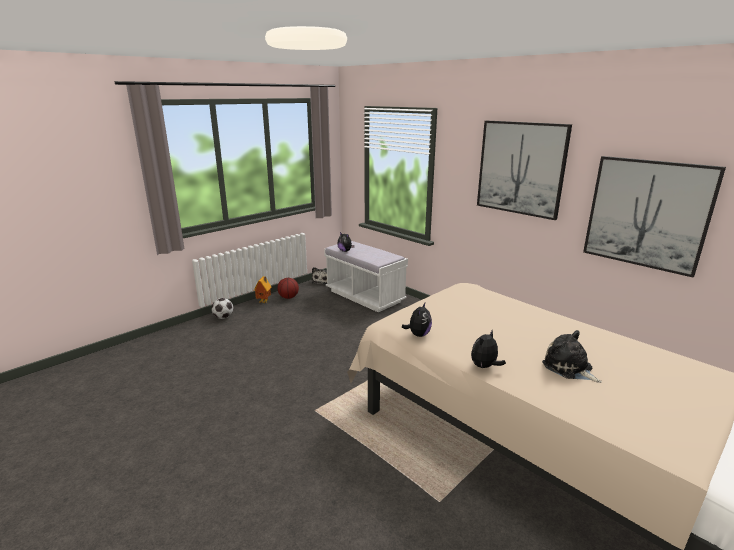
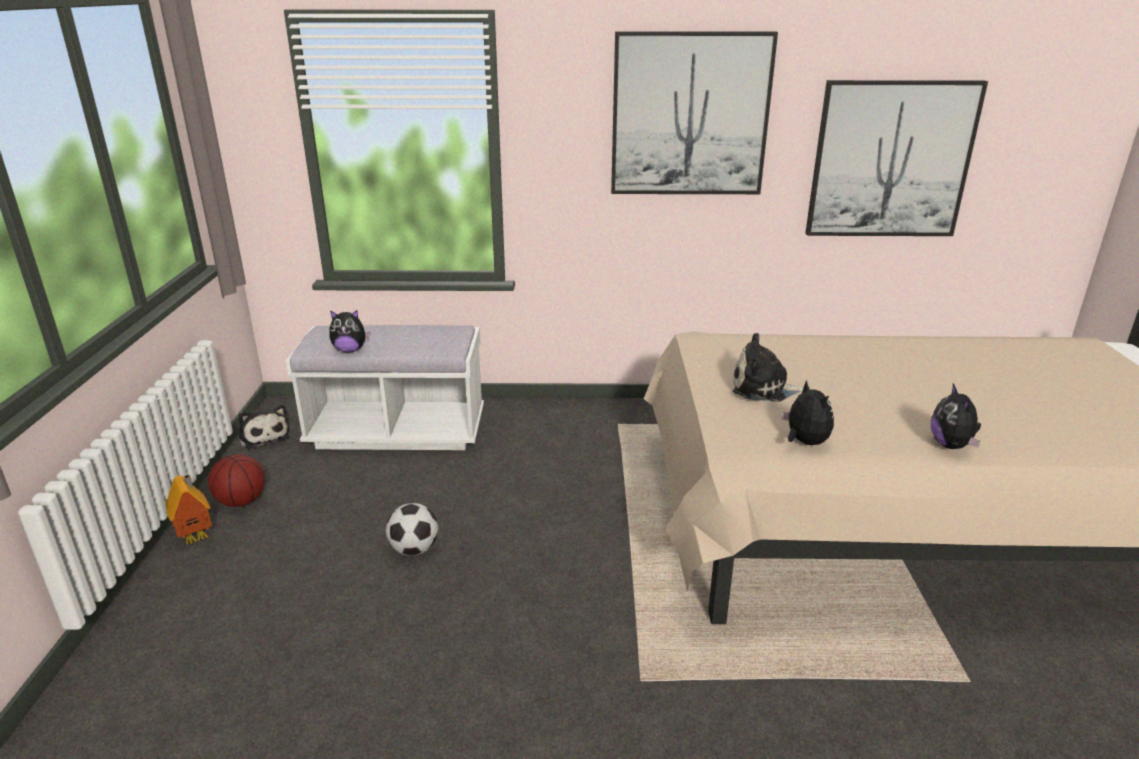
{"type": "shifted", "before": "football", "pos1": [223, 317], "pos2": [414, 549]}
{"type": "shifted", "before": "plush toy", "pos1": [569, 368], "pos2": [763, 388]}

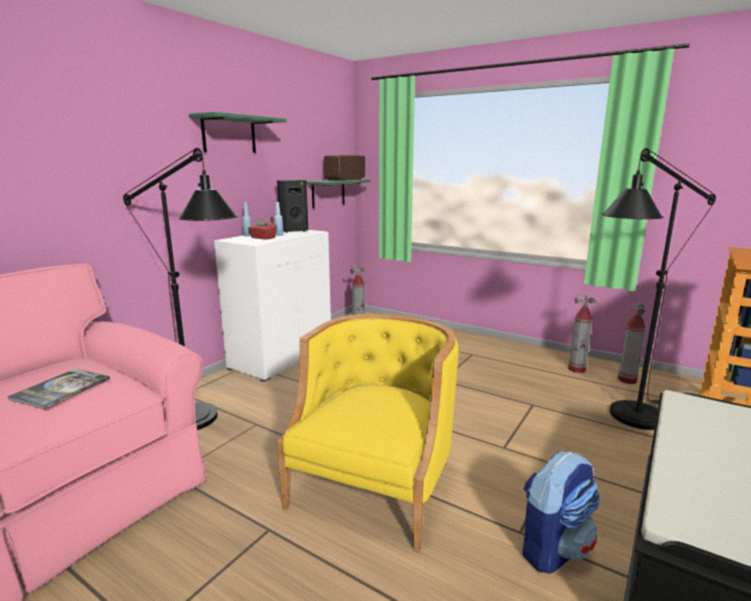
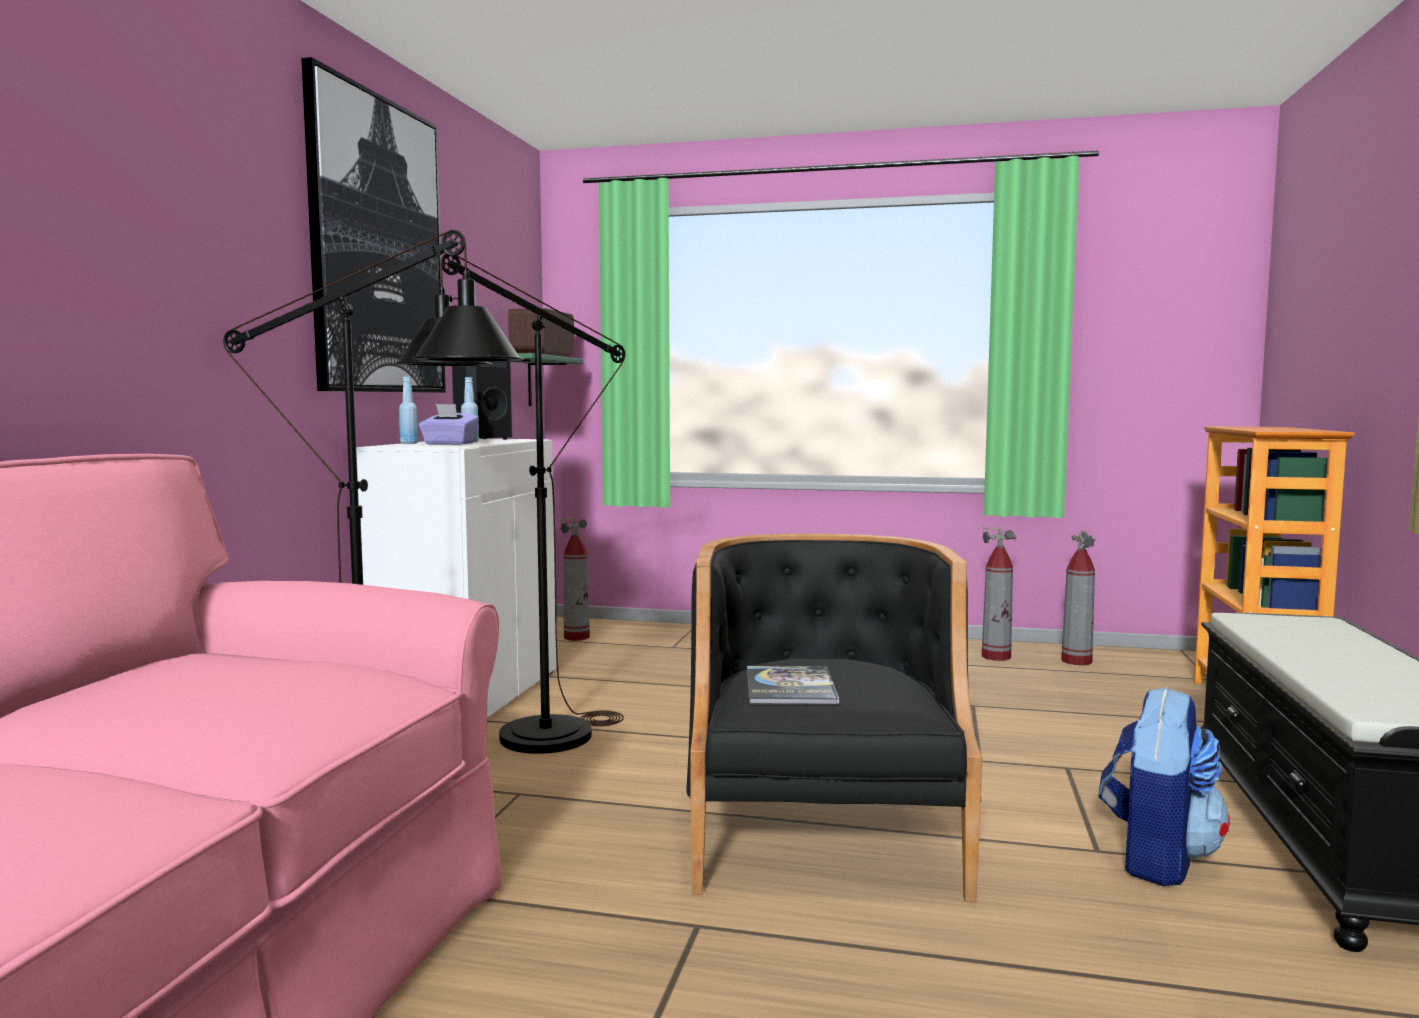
{"type": "shifted", "before": "book", "pos1": [61, 389], "pos2": [790, 687]}
{"type": "shifted", "before": "floor lamp (black)", "pos1": [627, 419], "pos2": [523, 744]}
{"type": "swapped", "before": "shelf (green)", "after": "picture", "pos1": [229, 135], "pos2": [377, 246]}
{"type": "repainted", "before": "tissue box (red)", "after": "tissue box (purple)", "pos1": [263, 238], "pos2": [449, 444]}
{"type": "repainted", "before": "armchair (yellow)", "after": "armchair (black)", "pos1": [376, 483], "pos2": [824, 834]}

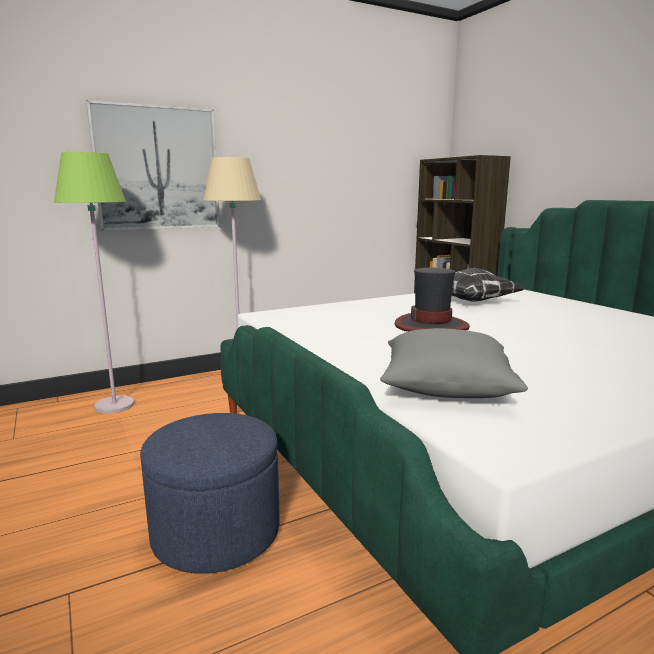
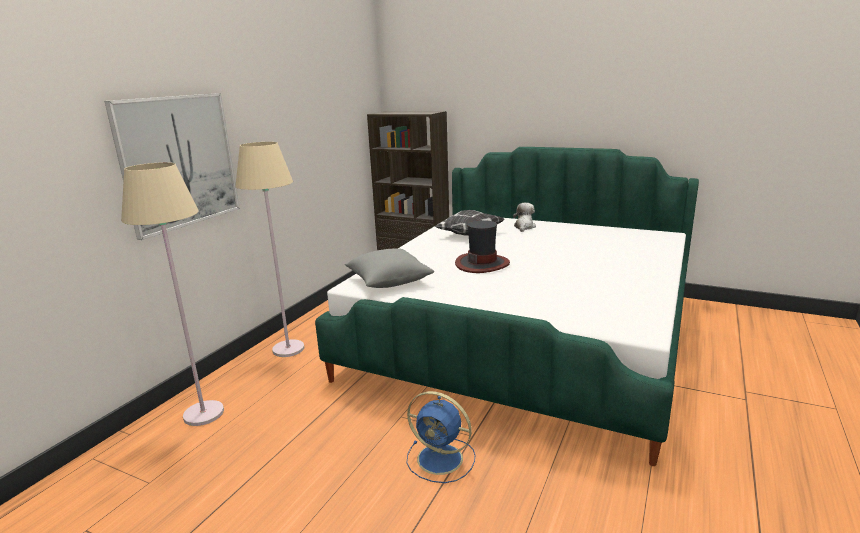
{"type": "new", "after": "plush toy", "pos2": [524, 227]}
{"type": "shifted", "before": "pillow (grey)", "pos1": [446, 387], "pos2": [389, 281]}
{"type": "swapped", "before": "ottoman (blue)", "after": "fan (blue)", "pos1": [216, 532], "pos2": [442, 459]}
{"type": "repainted", "before": "floor lamp (green)", "after": "floor lamp (beige)", "pos1": [115, 405], "pos2": [204, 413]}

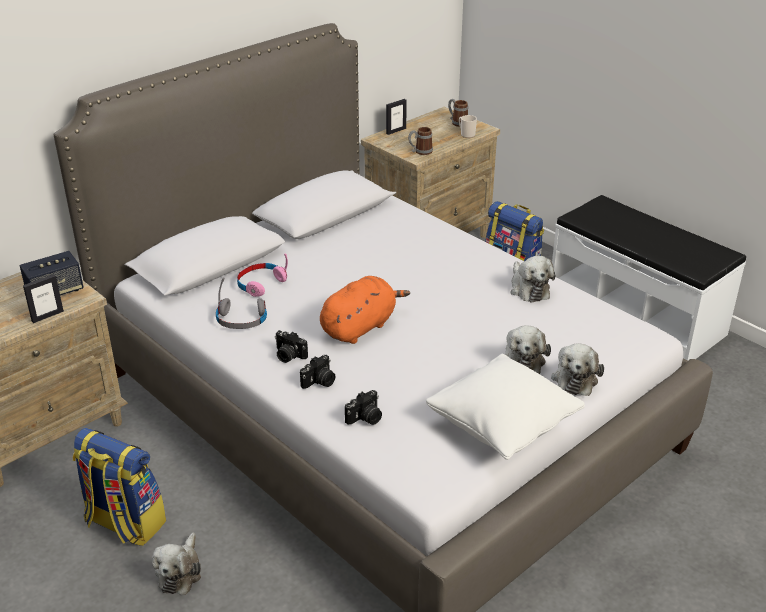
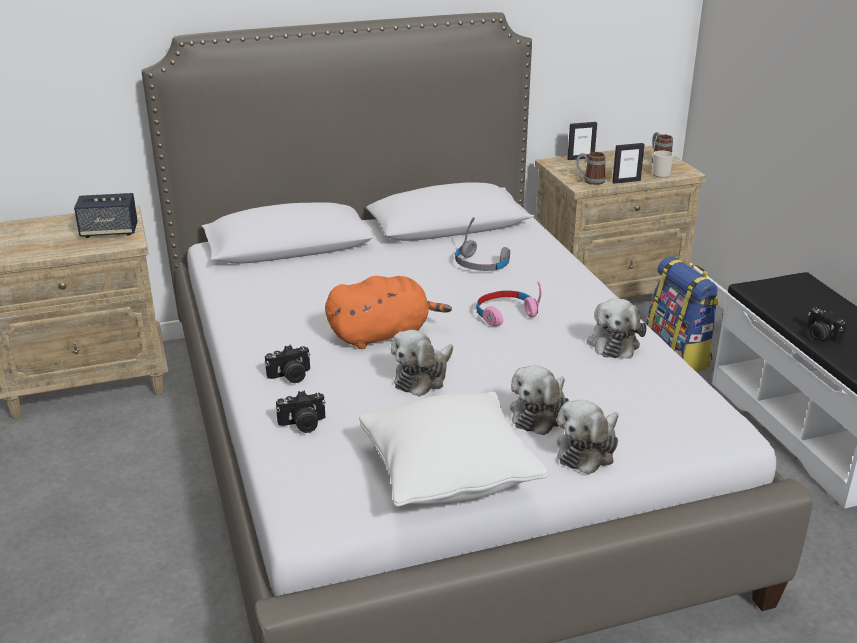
{"type": "gone", "before": "backpack", "pos1": [124, 523]}
{"type": "shifted", "before": "picture frame", "pos1": [47, 316], "pos2": [626, 181]}
{"type": "shifted", "before": "plush toy", "pos1": [180, 572], "pos2": [423, 377]}
{"type": "shifted", "before": "headphones (grey)", "pos1": [242, 320], "pos2": [481, 264]}
{"type": "shifted", "before": "headphones (pink)", "pos1": [260, 284], "pos2": [505, 314]}
{"type": "shifted", "before": "photo camera", "pos1": [288, 356], "pos2": [819, 336]}

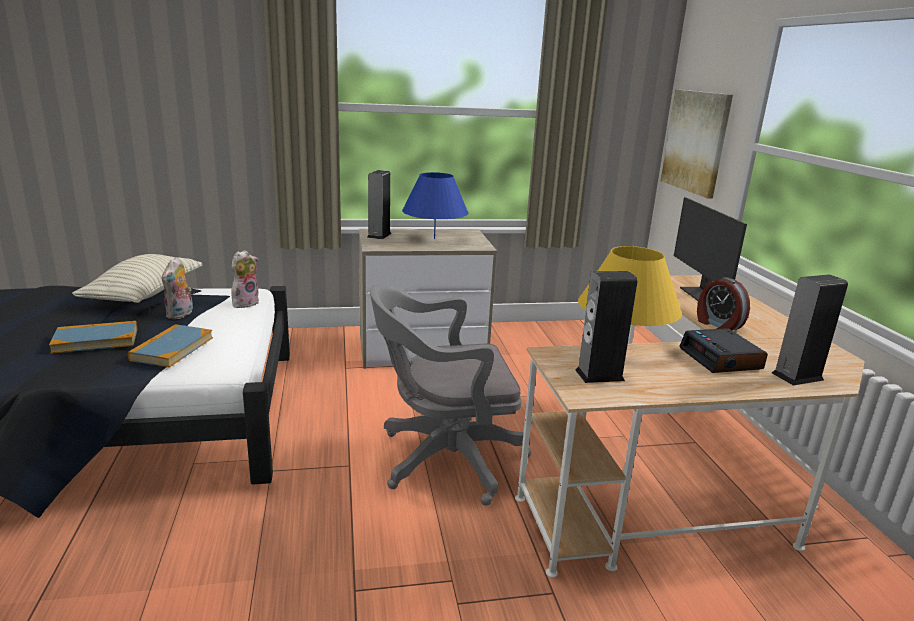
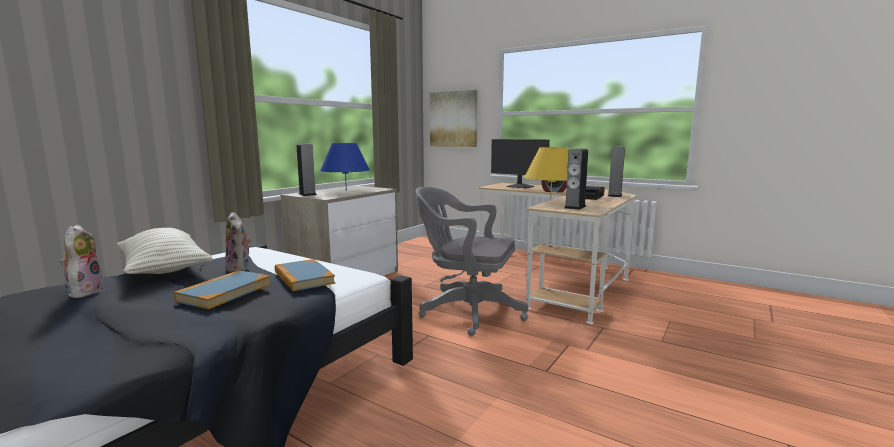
{"type": "shifted", "before": "plush toy", "pos1": [245, 303], "pos2": [84, 292]}
{"type": "rotated", "before": "office chair (grey)", "pos1": [443, 459], "pos2": [467, 311], "turn": 75}

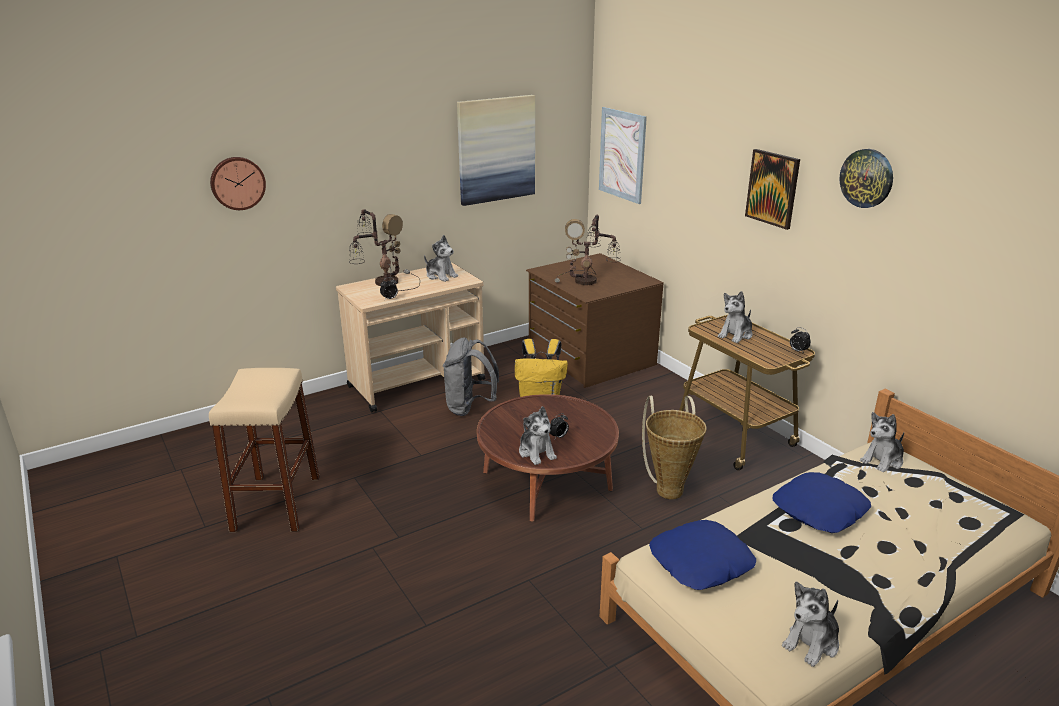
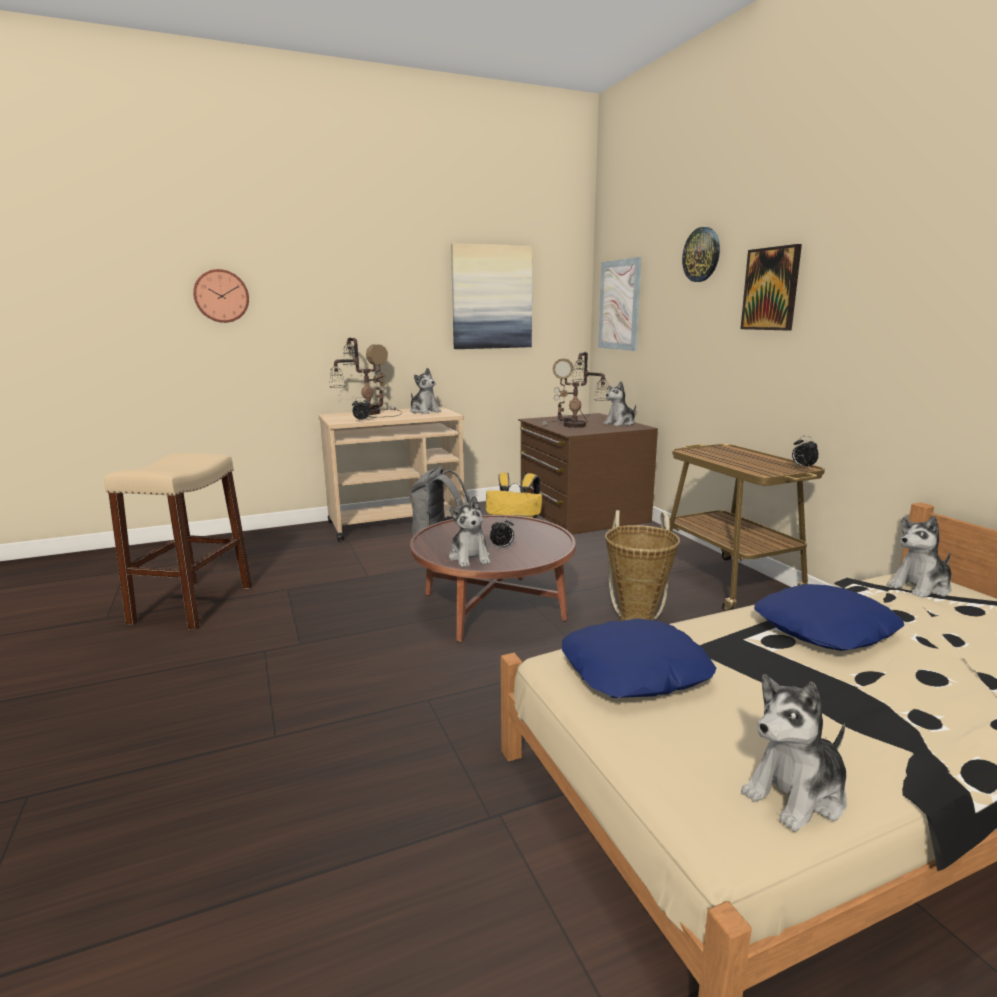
{"type": "shifted", "before": "plush toy", "pos1": [736, 335], "pos2": [620, 423]}
{"type": "shifted", "before": "wall clock", "pos1": [866, 178], "pos2": [701, 254]}

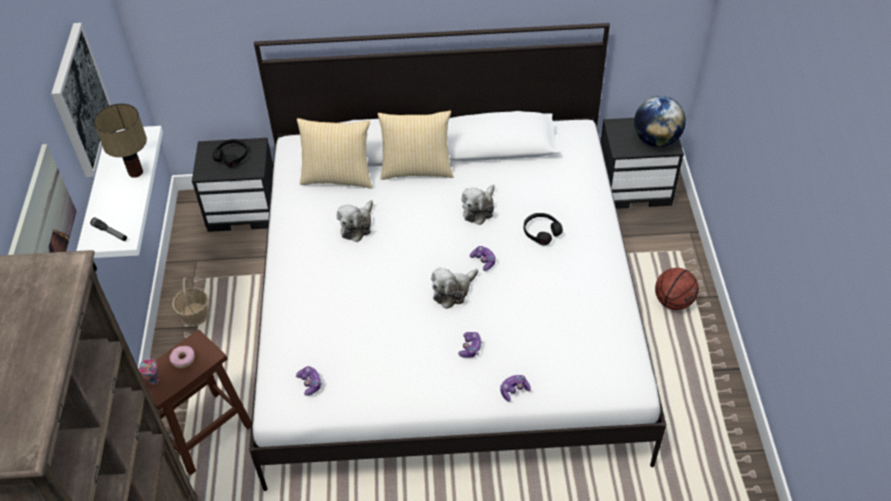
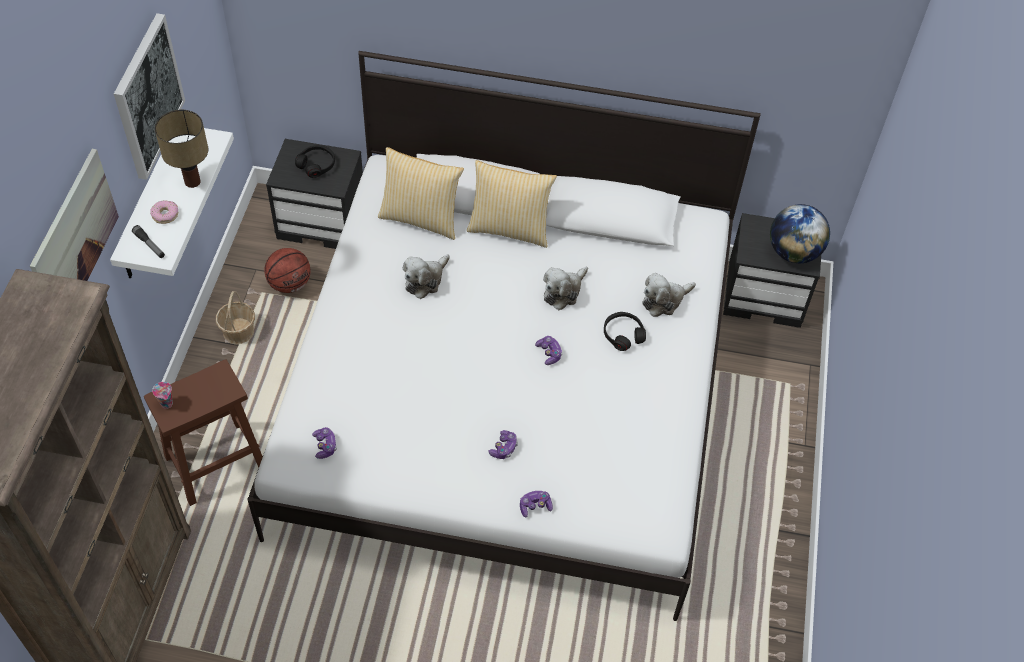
{"type": "shifted", "before": "donut", "pos1": [183, 359], "pos2": [165, 215]}
{"type": "shifted", "before": "plush toy", "pos1": [453, 291], "pos2": [664, 300]}
{"type": "shifted", "before": "basketball", "pos1": [673, 301], "pos2": [290, 284]}

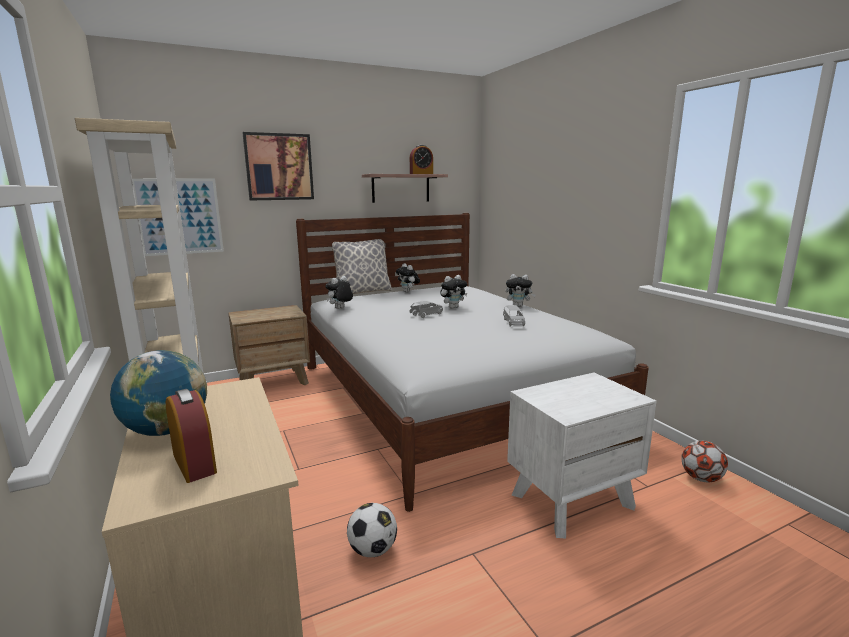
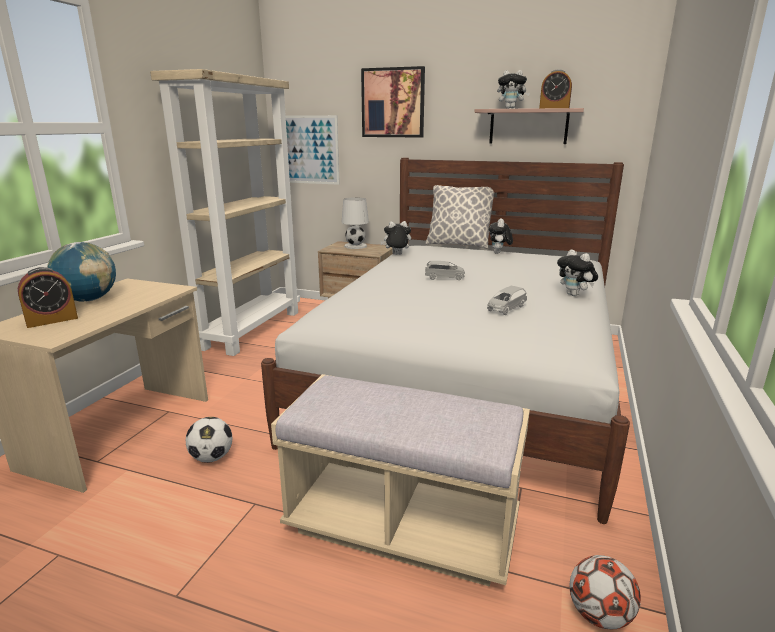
{"type": "new", "after": "table lamp (white)", "pos2": [355, 246]}
{"type": "shifted", "before": "plush toy", "pos1": [453, 307], "pos2": [511, 108]}
{"type": "swapped", "before": "nightstand (white)", "after": "bench (beige)", "pos1": [572, 500], "pos2": [402, 525]}
{"type": "rotated", "before": "alarm clock", "pos1": [194, 463], "pos2": [52, 320], "turn": 45}

